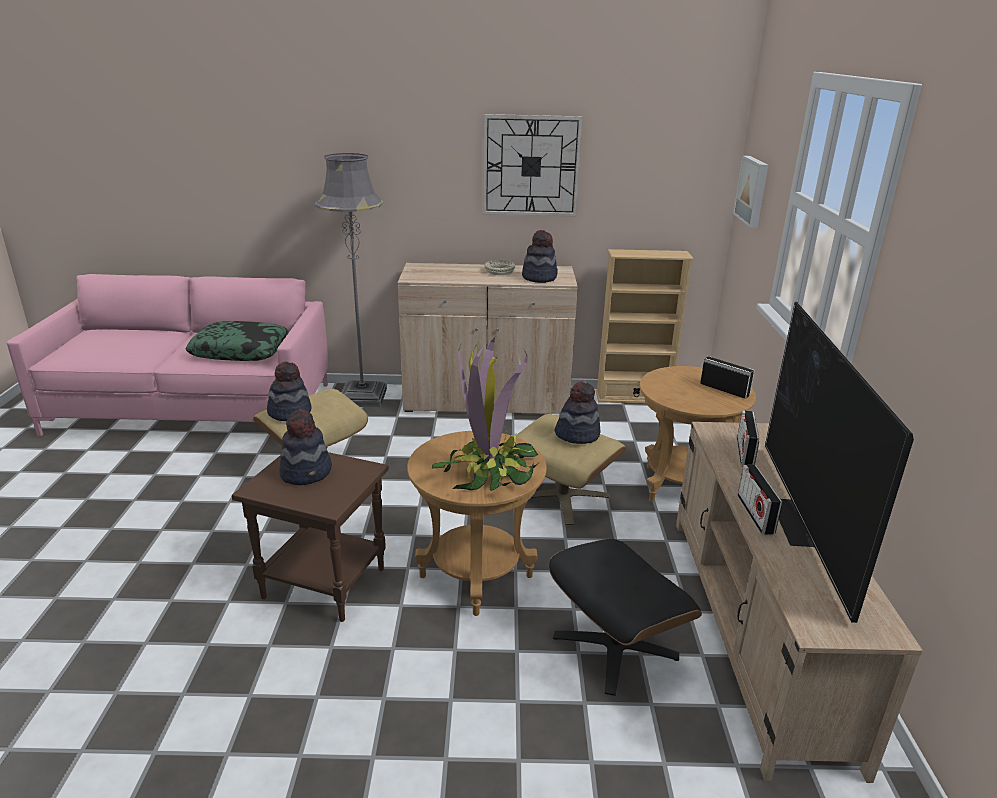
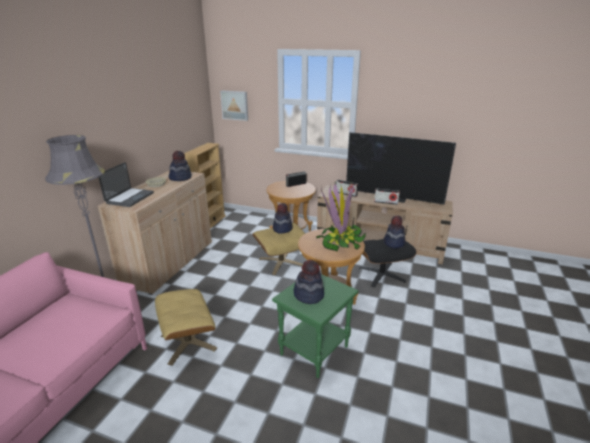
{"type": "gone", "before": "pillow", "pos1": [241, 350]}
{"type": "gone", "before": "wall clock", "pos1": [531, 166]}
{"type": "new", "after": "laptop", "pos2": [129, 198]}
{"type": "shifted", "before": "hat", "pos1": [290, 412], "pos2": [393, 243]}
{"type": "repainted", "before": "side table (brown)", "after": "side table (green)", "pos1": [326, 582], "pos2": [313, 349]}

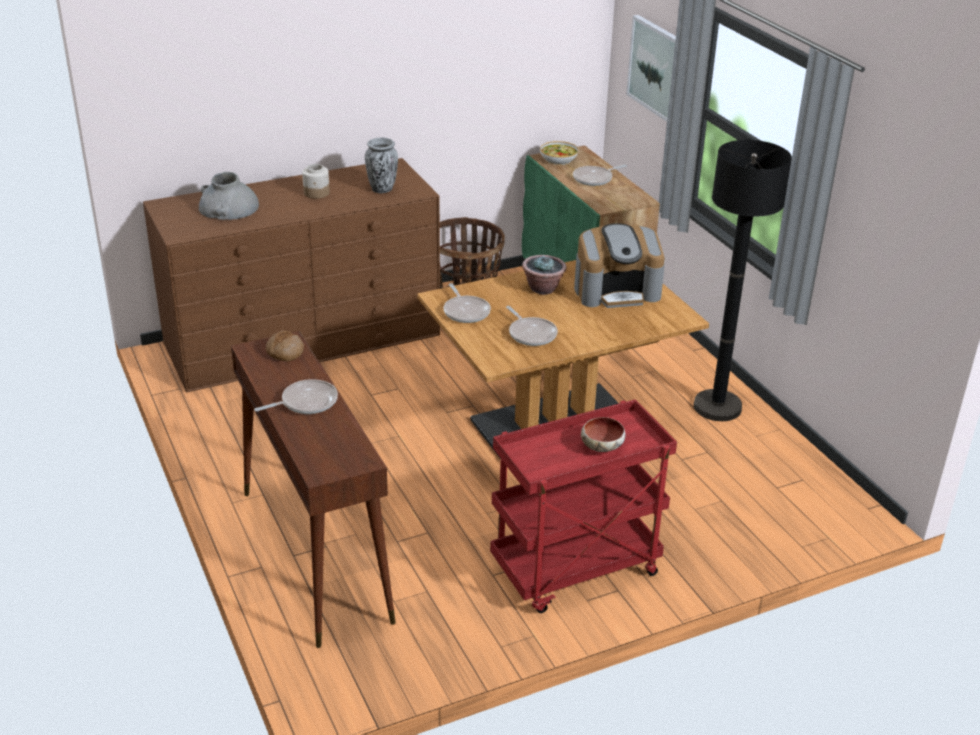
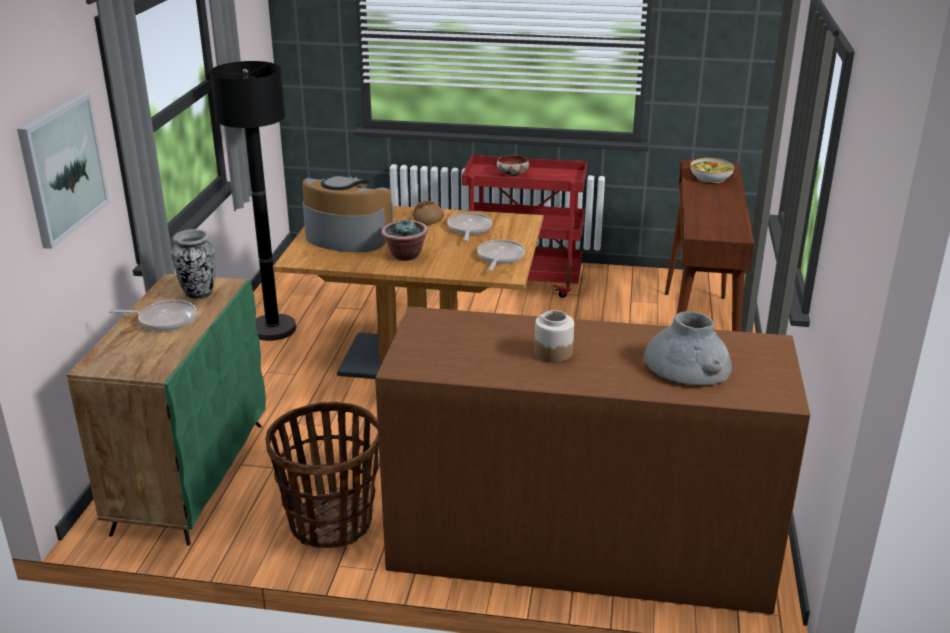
{"type": "gone", "before": "frying pan", "pos1": [306, 402]}
{"type": "shifted", "before": "bread", "pos1": [284, 352], "pos2": [428, 218]}
{"type": "shifted", "before": "vase", "pos1": [382, 189], "pos2": [199, 294]}
{"type": "shifted", "before": "bowl", "pos1": [558, 160], "pos2": [711, 178]}

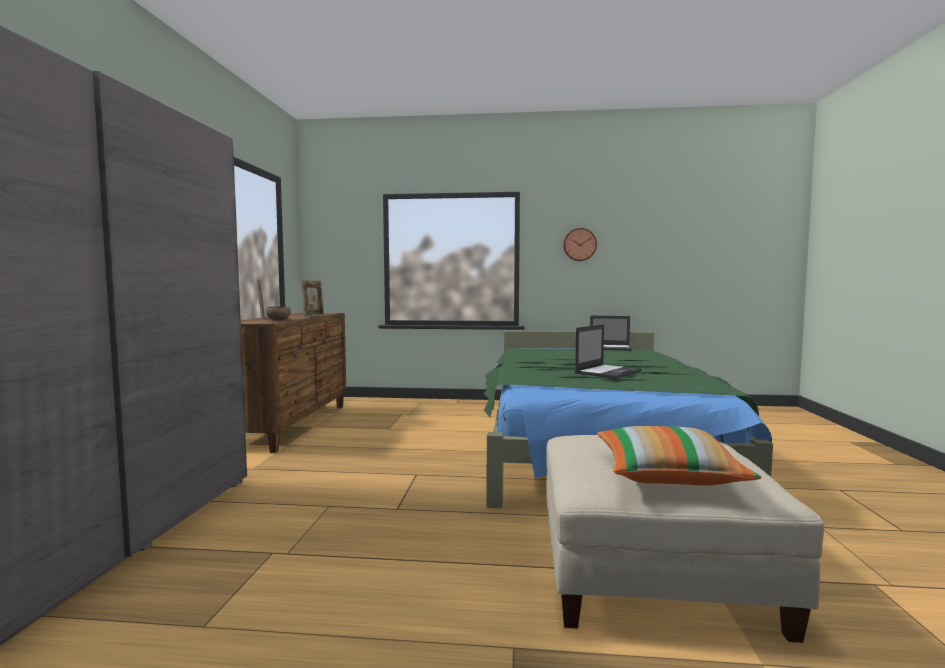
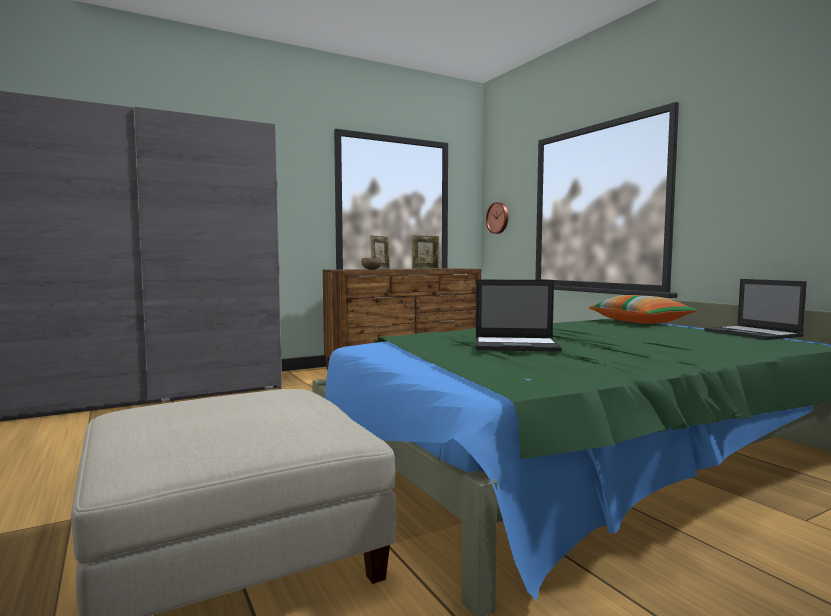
{"type": "shifted", "before": "wall clock", "pos1": [579, 244], "pos2": [498, 218]}
{"type": "shifted", "before": "pillow", "pos1": [668, 475], "pos2": [640, 322]}

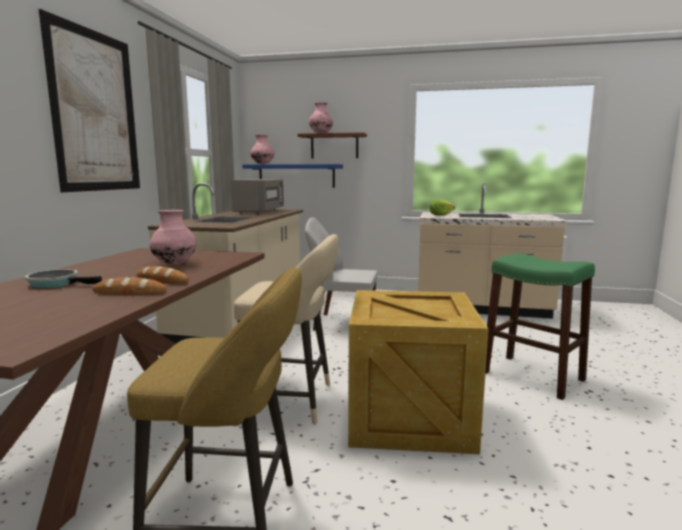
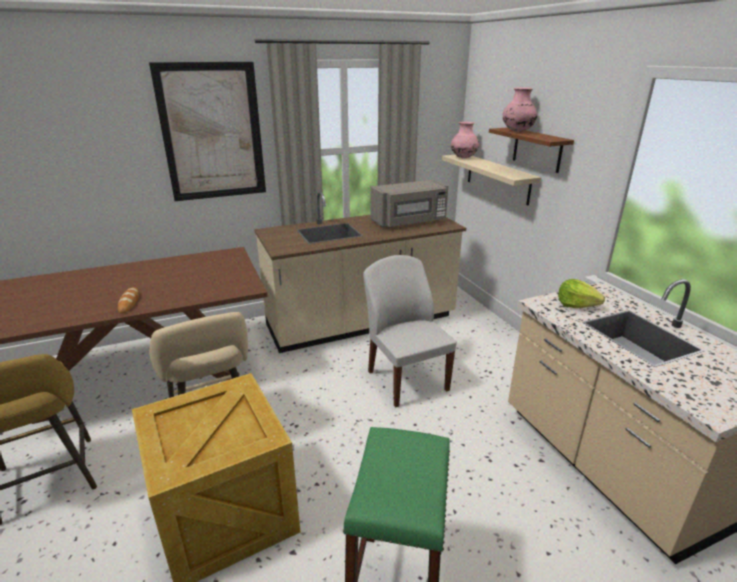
{"type": "gone", "before": "frying pan", "pos1": [57, 284]}
{"type": "gone", "before": "bread", "pos1": [130, 292]}
{"type": "gone", "before": "vase (pink)", "pos1": [175, 263]}
{"type": "repainted", "before": "shelf (blue)", "after": "shelf (beige)", "pos1": [296, 176], "pos2": [497, 178]}

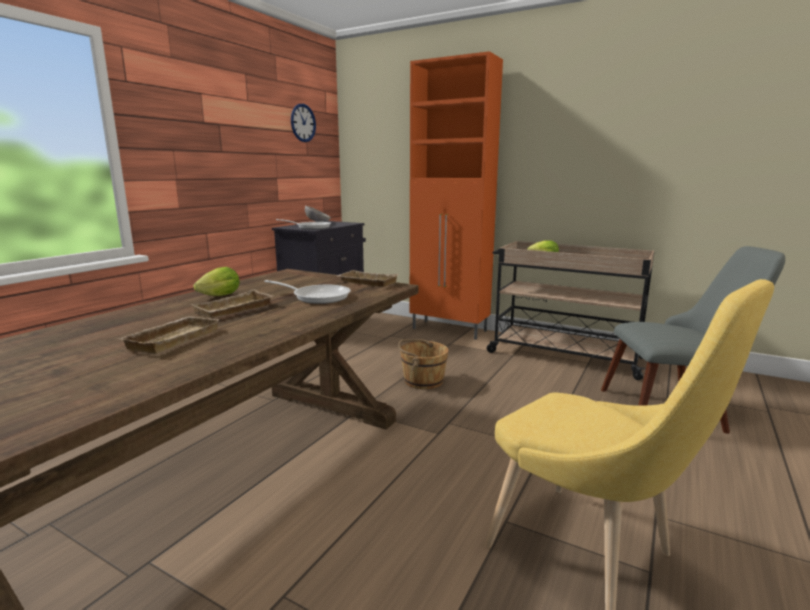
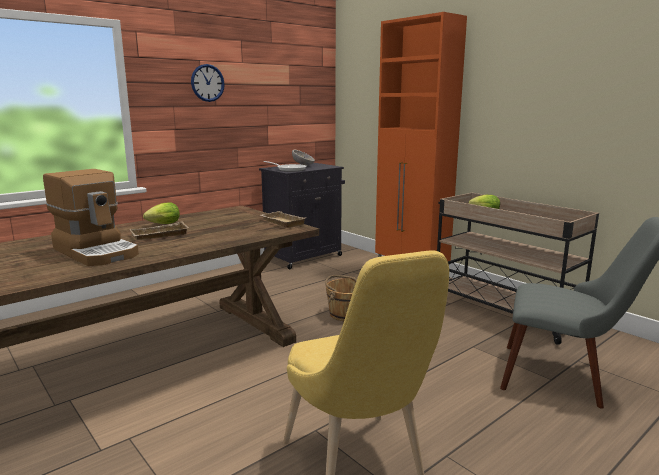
{"type": "gone", "before": "frying pan", "pos1": [317, 297]}
{"type": "shifted", "before": "wall clock", "pos1": [303, 123], "pos2": [207, 83]}
{"type": "swapped", "before": "tray (beige)", "after": "coffee machine", "pos1": [172, 339], "pos2": [97, 252]}

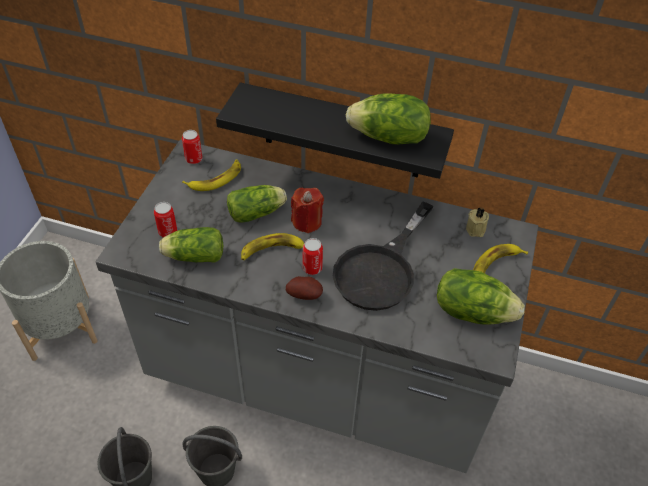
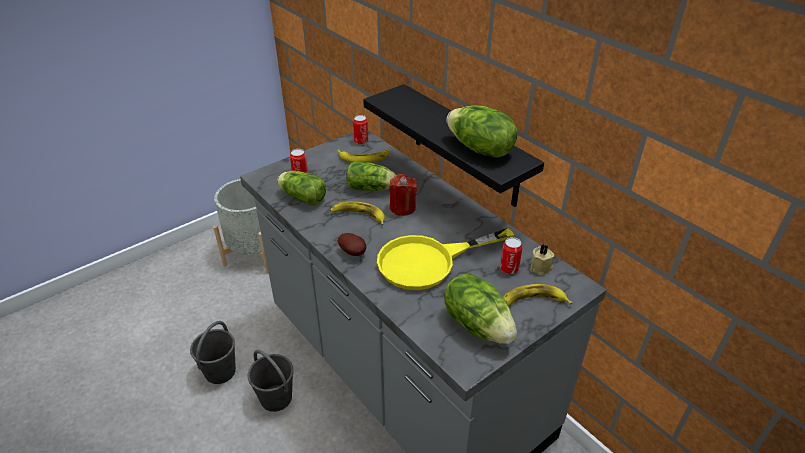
{"type": "shifted", "before": "can", "pos1": [312, 268], "pos2": [509, 268]}
{"type": "repainted", "before": "frying pan (black)", "after": "frying pan (yellow)", "pos1": [381, 269], "pos2": [429, 261]}

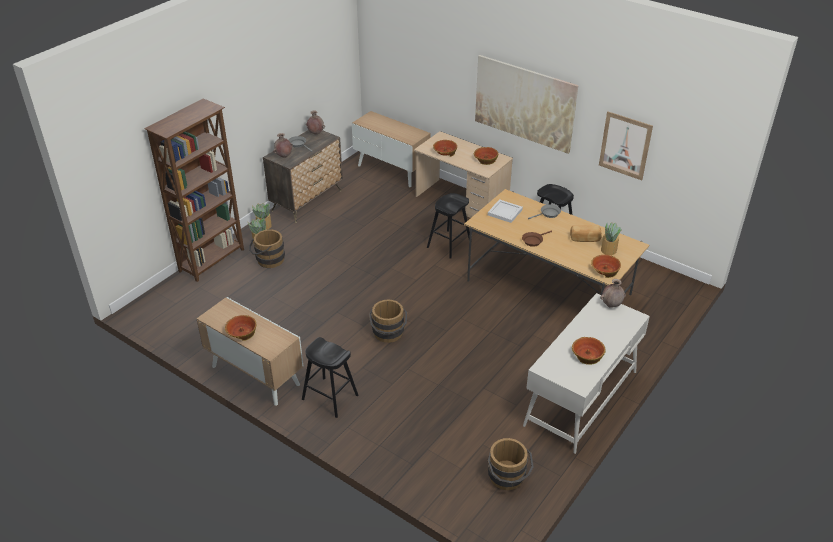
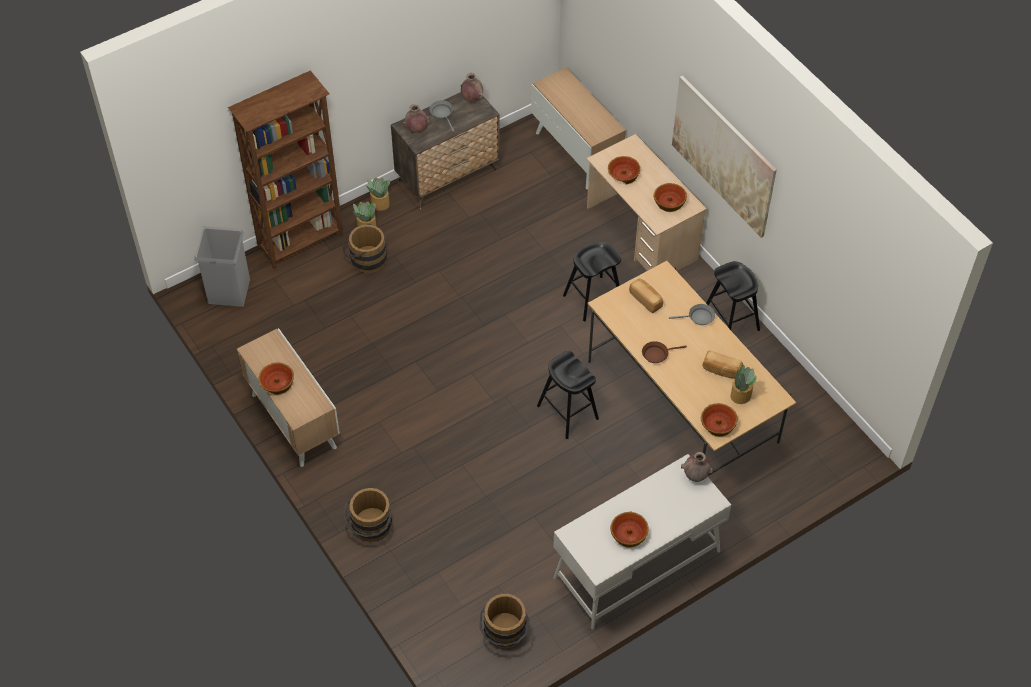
{"type": "gone", "before": "picture", "pos1": [625, 145]}
{"type": "new", "after": "trash can (grey)", "pos2": [229, 290]}
{"type": "shifted", "before": "stool (black)", "pos1": [330, 397], "pos2": [567, 412]}
{"type": "shifted", "before": "bucket (brown)", "pos1": [388, 334], "pos2": [370, 528]}
{"type": "swapped", "before": "tray (white)", "after": "bread", "pos1": [505, 212], "pos2": [646, 300]}

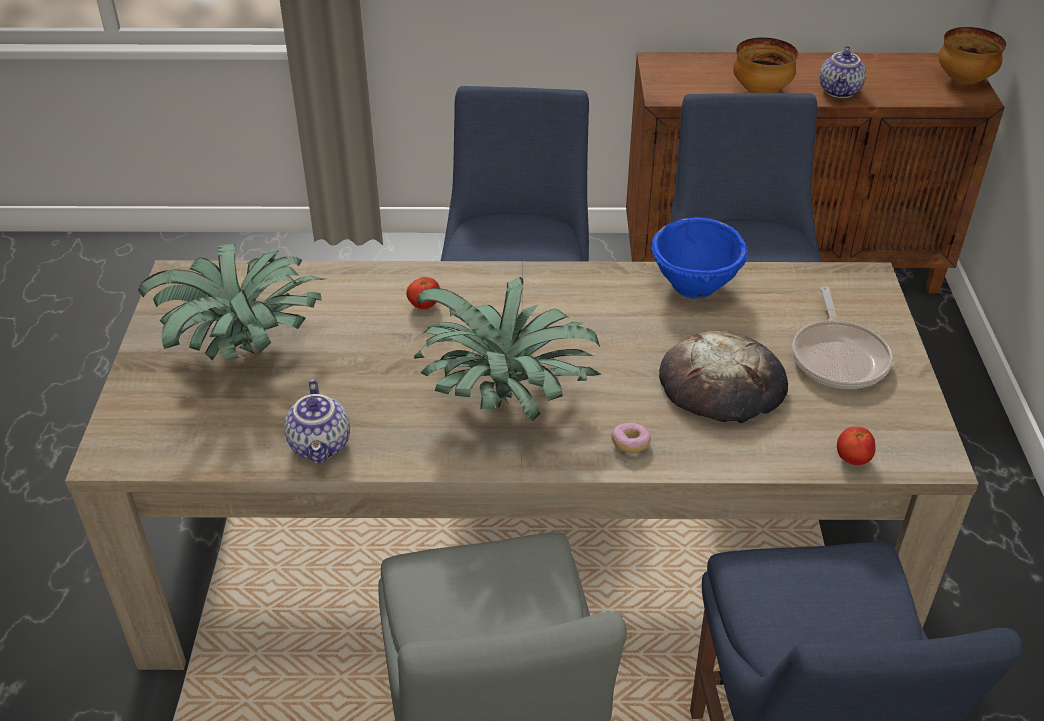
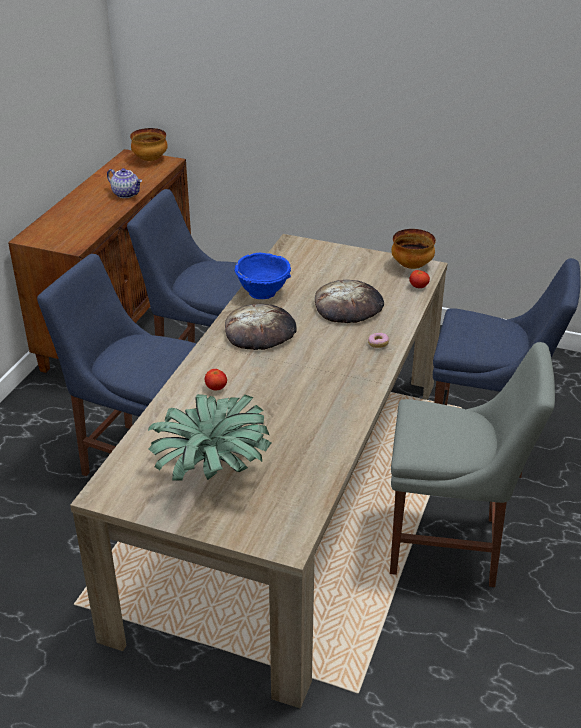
{"type": "gone", "before": "teapot", "pos1": [322, 445]}
{"type": "gone", "before": "potted plant", "pos1": [506, 400]}
{"type": "gone", "before": "frying pan", "pos1": [838, 357]}
{"type": "new", "after": "bread", "pos2": [260, 331]}
{"type": "shifted", "before": "bowl", "pos1": [761, 92], "pos2": [412, 266]}

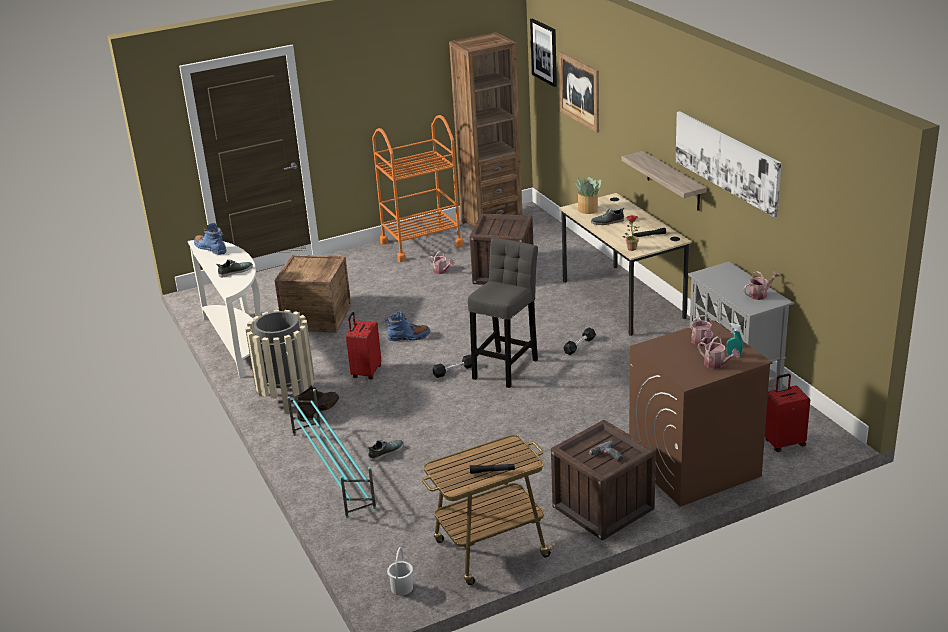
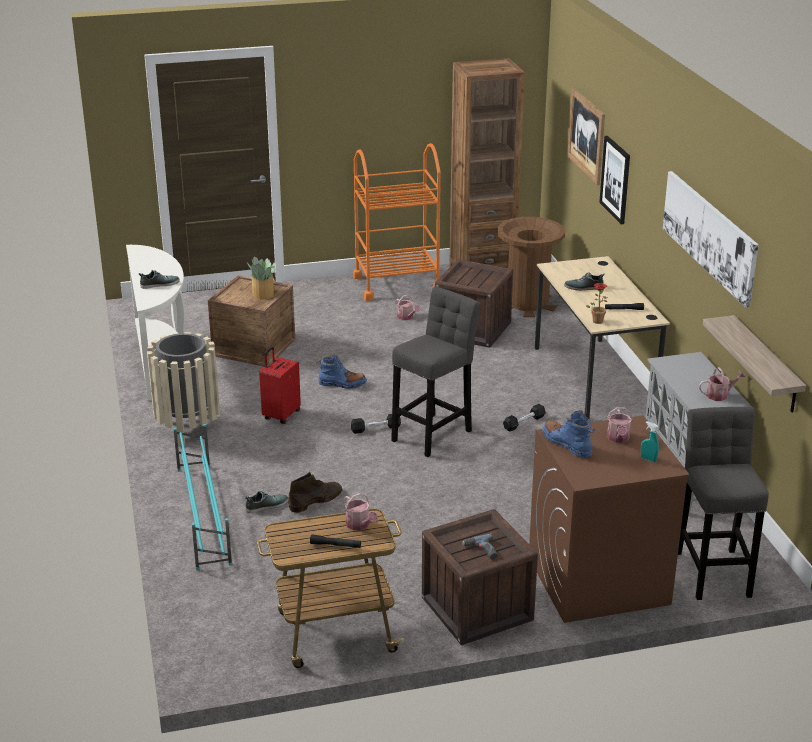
{"type": "gone", "before": "bucket (white)", "pos1": [401, 588]}
{"type": "new", "after": "trash can (brown)", "pos2": [527, 304]}
{"type": "shifted", "before": "boot (blue)", "pos1": [211, 249], "pos2": [567, 444]}
{"type": "shifted", "before": "boot (brown)", "pos1": [318, 409], "pos2": [316, 500]}
{"type": "shifted", "before": "picture", "pos1": [544, 52], "pos2": [615, 179]}
{"type": "shifted", "before": "potted plant", "pos1": [588, 210], "pos2": [263, 294]}
{"type": "shifted", "before": "shelf", "pos1": [673, 181], "pos2": [766, 365]}
{"type": "shifted", "before": "watering can", "pos1": [717, 364], "pos2": [359, 525]}
{"type": "swapped", "before": "suitcase (red)", "after": "stool (grey)", "pos1": [783, 442], "pos2": [712, 570]}

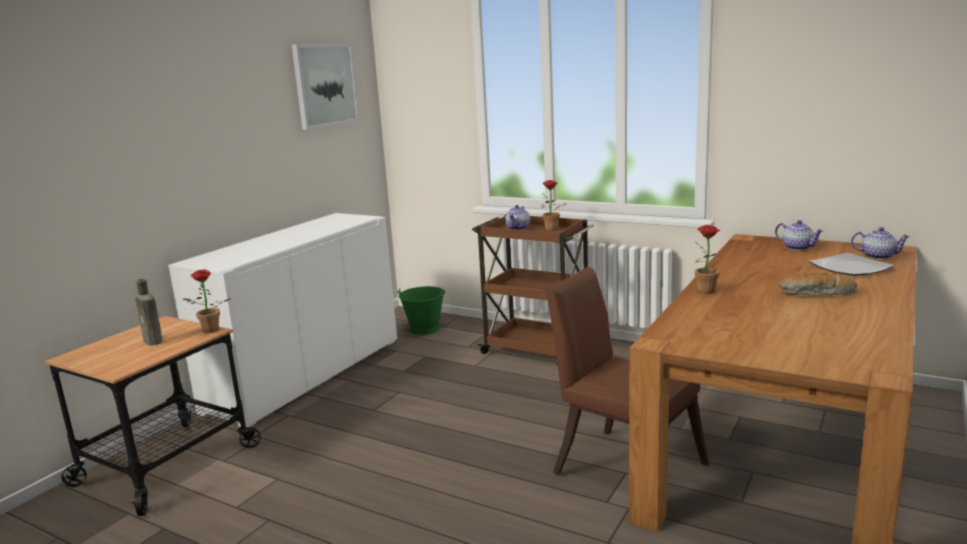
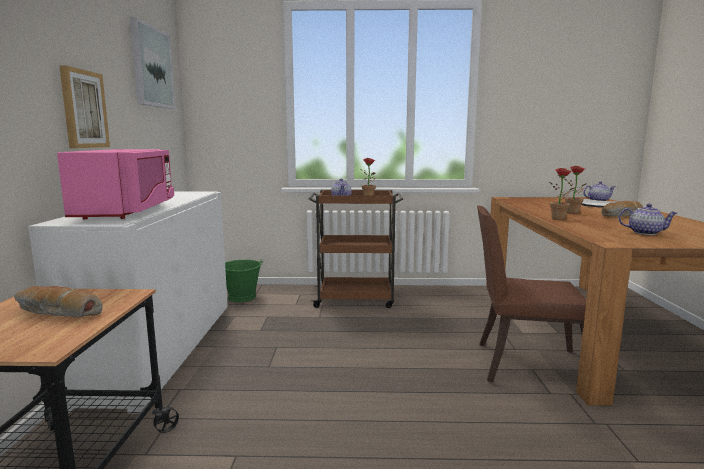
{"type": "new", "after": "microwave (pink)", "pos2": [127, 211]}
{"type": "new", "after": "picture", "pos2": [83, 109]}
{"type": "shifted", "before": "potted plant", "pos1": [209, 331], "pos2": [574, 213]}
{"type": "shifted", "before": "teapot", "pos1": [798, 248], "pos2": [645, 233]}
{"type": "swapped", "before": "bottle (brown)", "after": "bread", "pos1": [154, 342], "pos2": [57, 312]}

